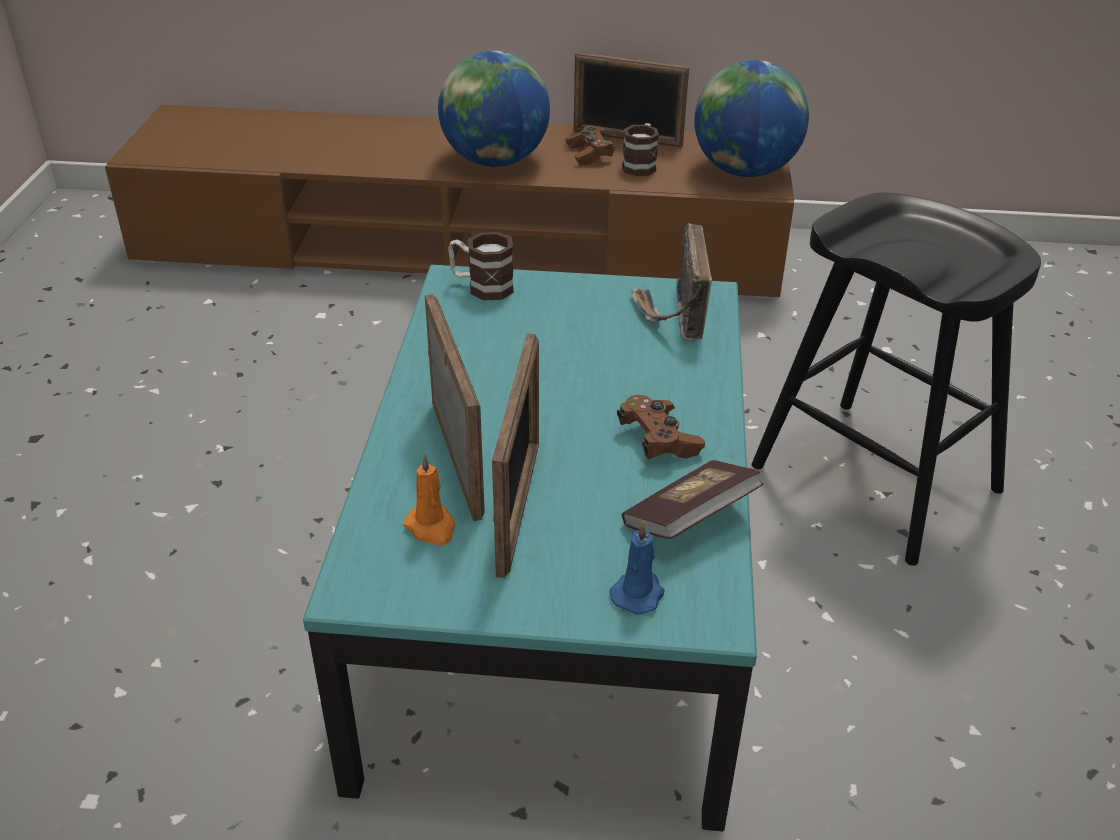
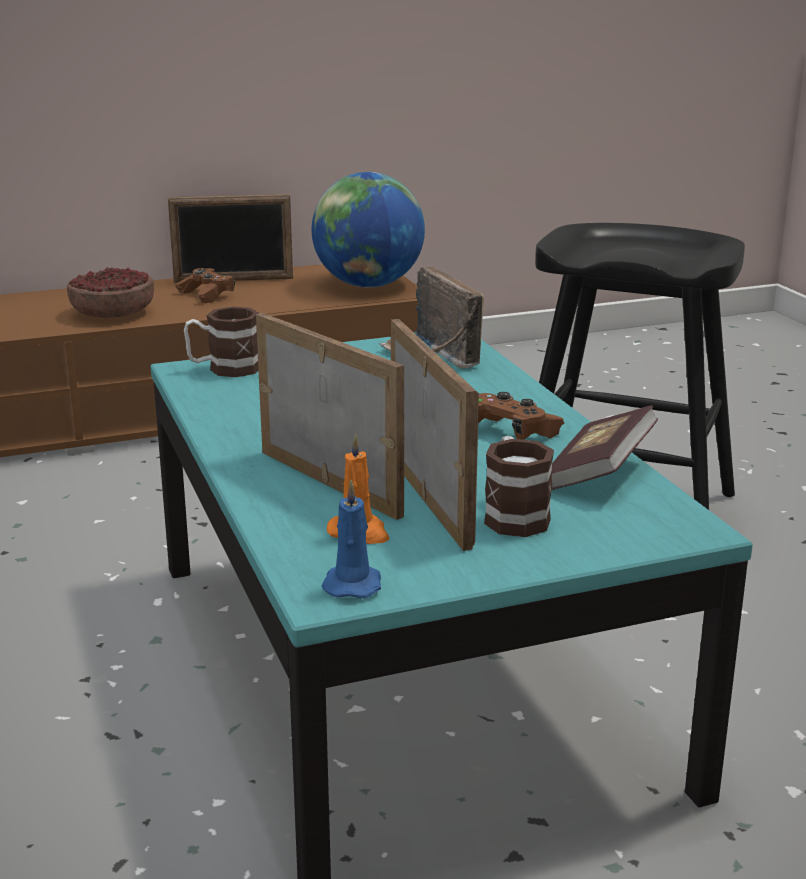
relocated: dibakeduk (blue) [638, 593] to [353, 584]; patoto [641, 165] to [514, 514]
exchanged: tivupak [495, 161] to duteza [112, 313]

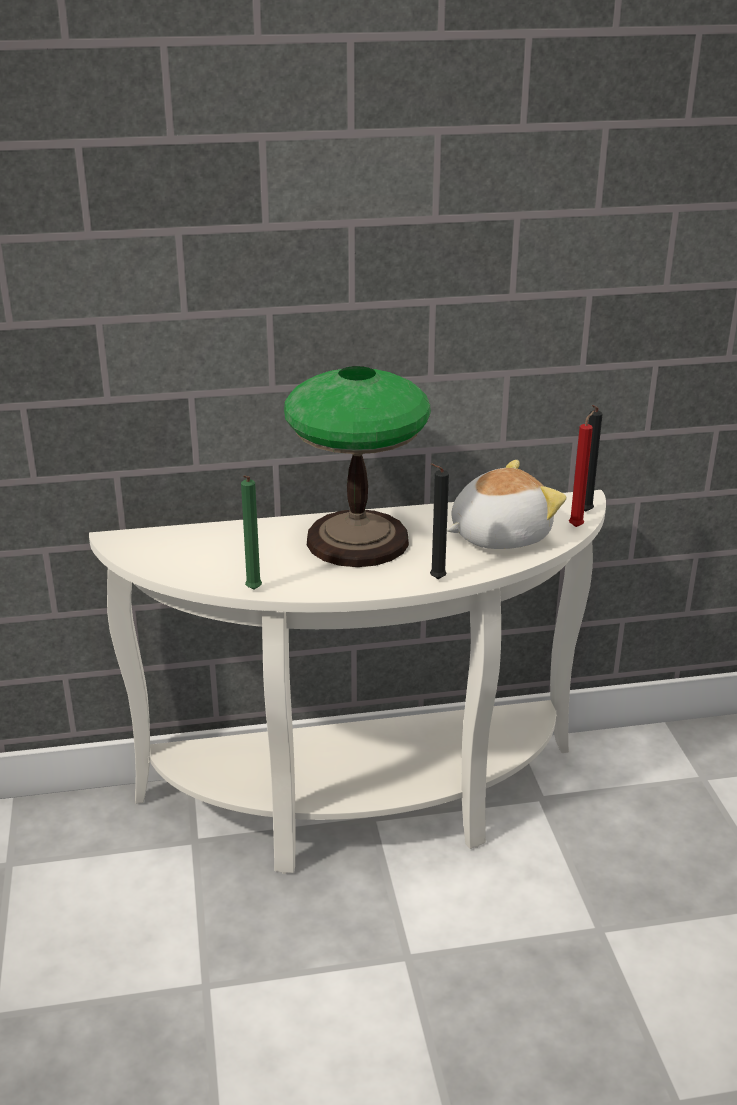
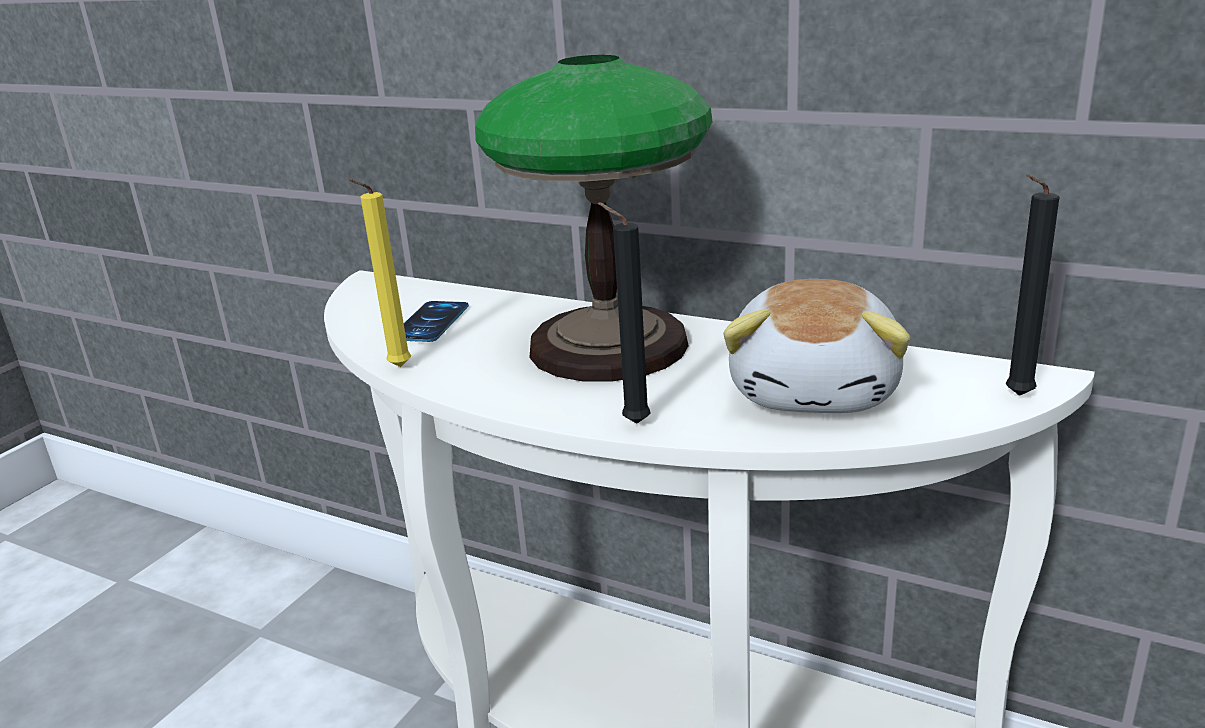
missing: dibakeduk (red) [577, 526]
appeared: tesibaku [431, 322]
colour: dibakeduk (green) [253, 591] to dibakeduk (yellow) [396, 368]
spun: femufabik [498, 535] = [817, 390] 90 degrees clockwise

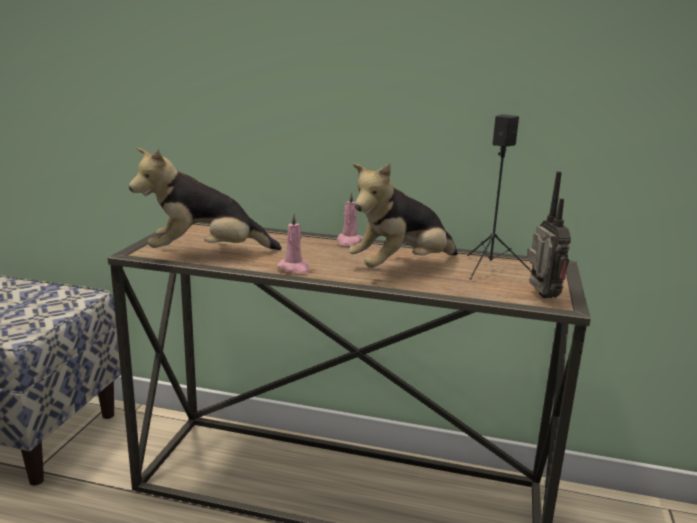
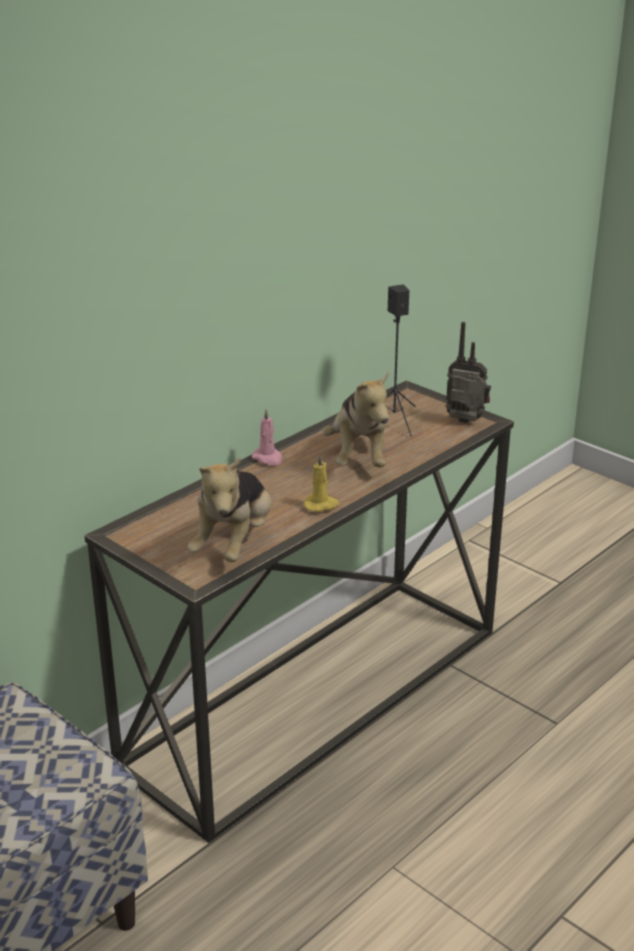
colour: dibakeduk (pink) [294, 268] to dibakeduk (yellow) [321, 505]

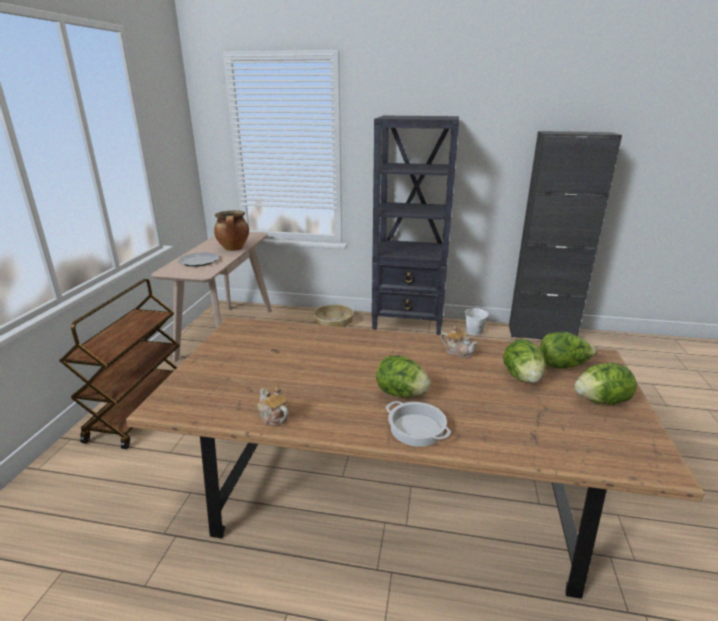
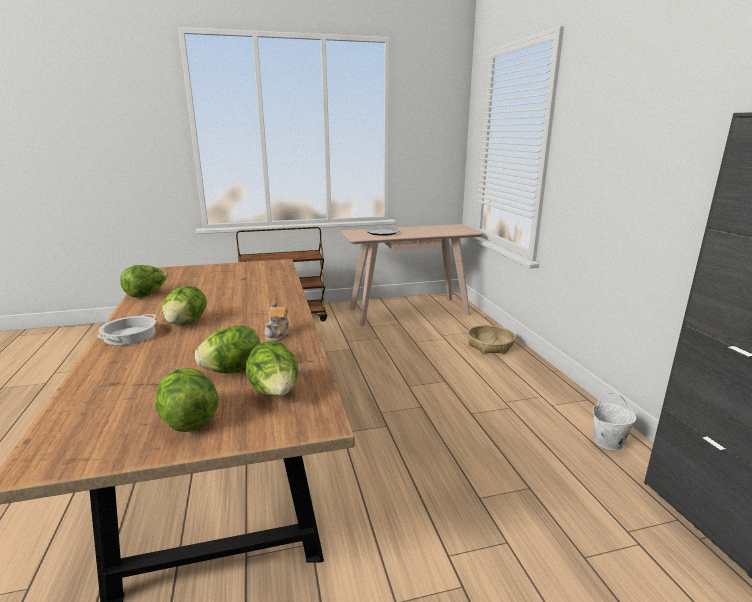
missing: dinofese [234, 249]; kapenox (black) [408, 327]
exchanged: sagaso [273, 417] to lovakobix [147, 294]

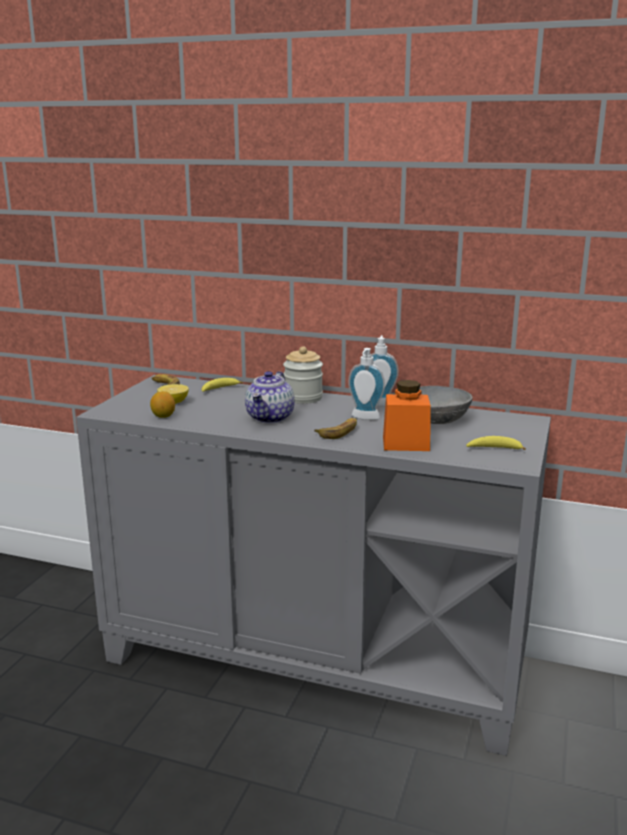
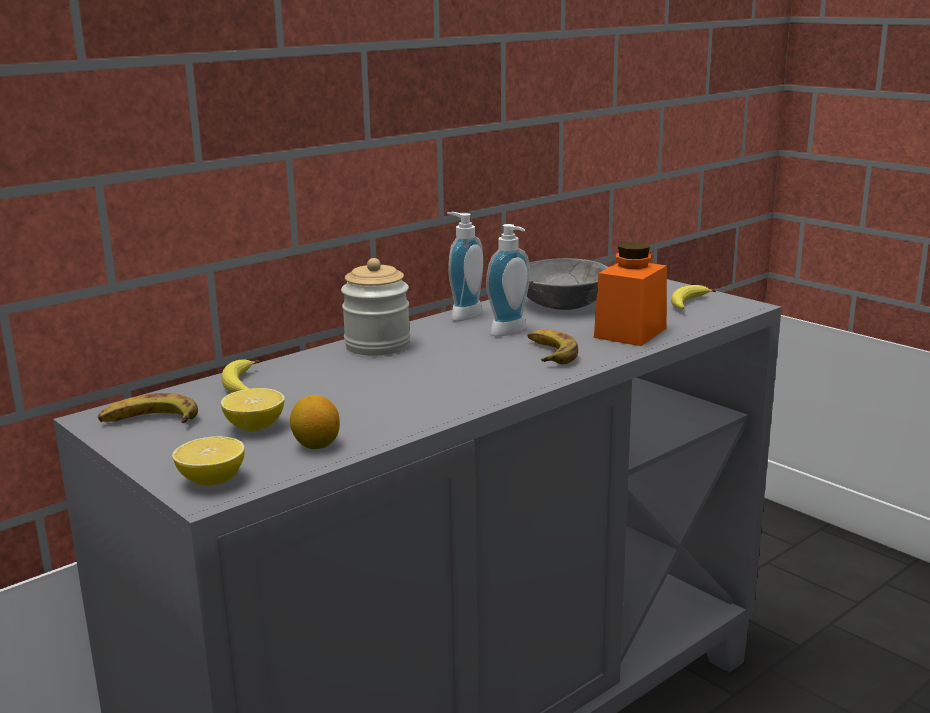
missing: sagaso [270, 418]
appeared: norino [212, 480]

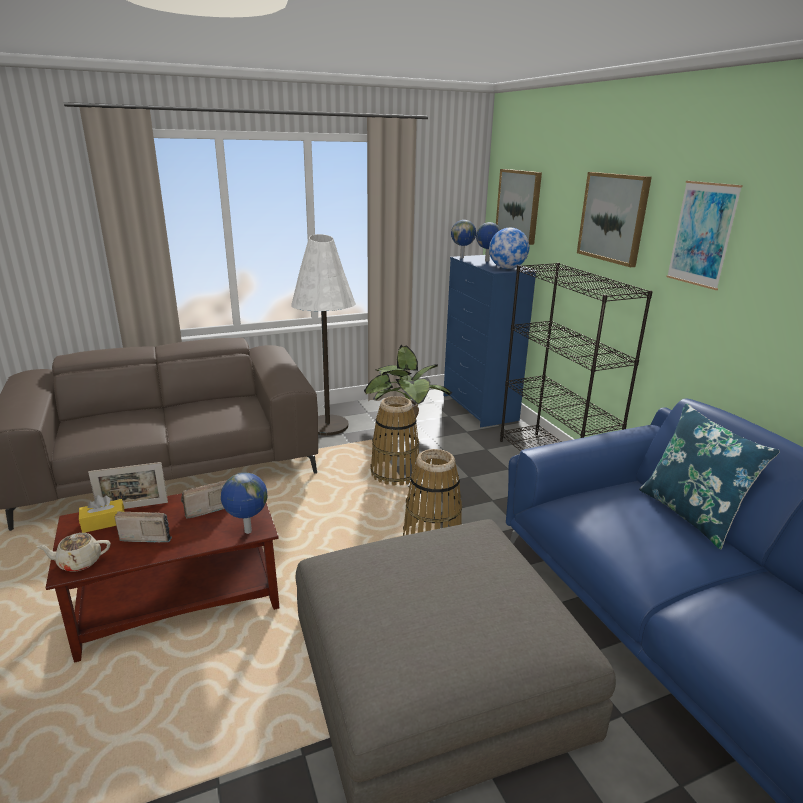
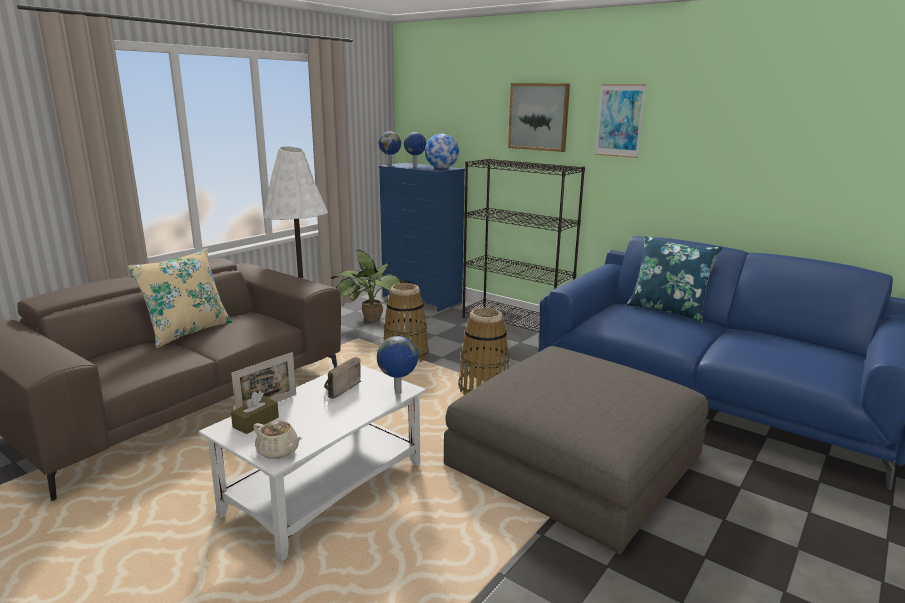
missing: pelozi [147, 536]; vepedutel [518, 205]
appeared: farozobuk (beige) [187, 331]
colour: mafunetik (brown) [181, 600] to mafunetik (white) [326, 488]; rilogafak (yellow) [104, 522] to rilogafak (brown) [256, 422]
spun: sagaso (beige) [79, 562] = [278, 451] 105 degrees counterclockwise

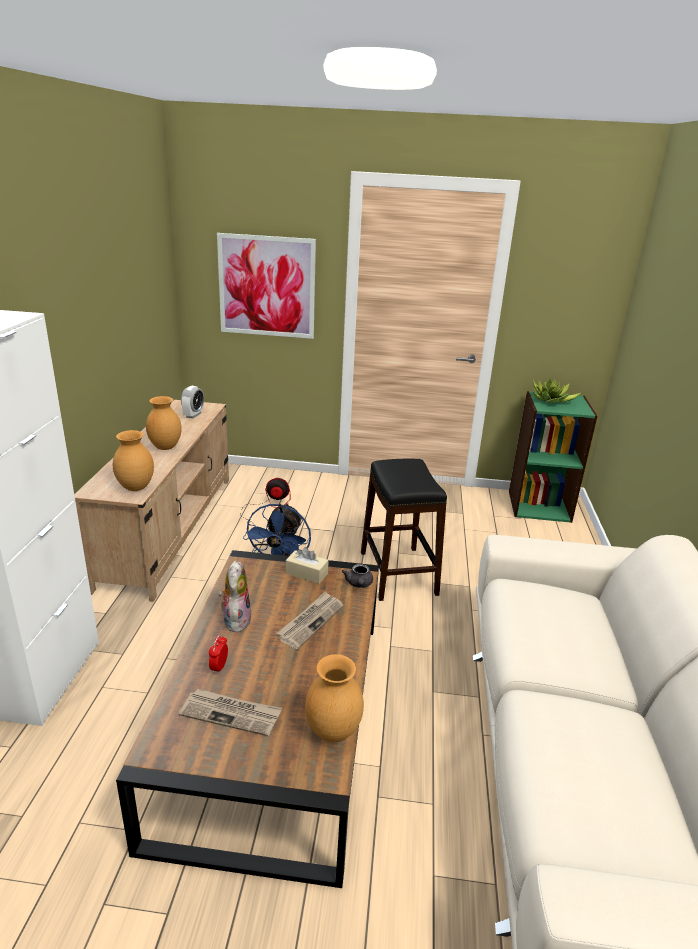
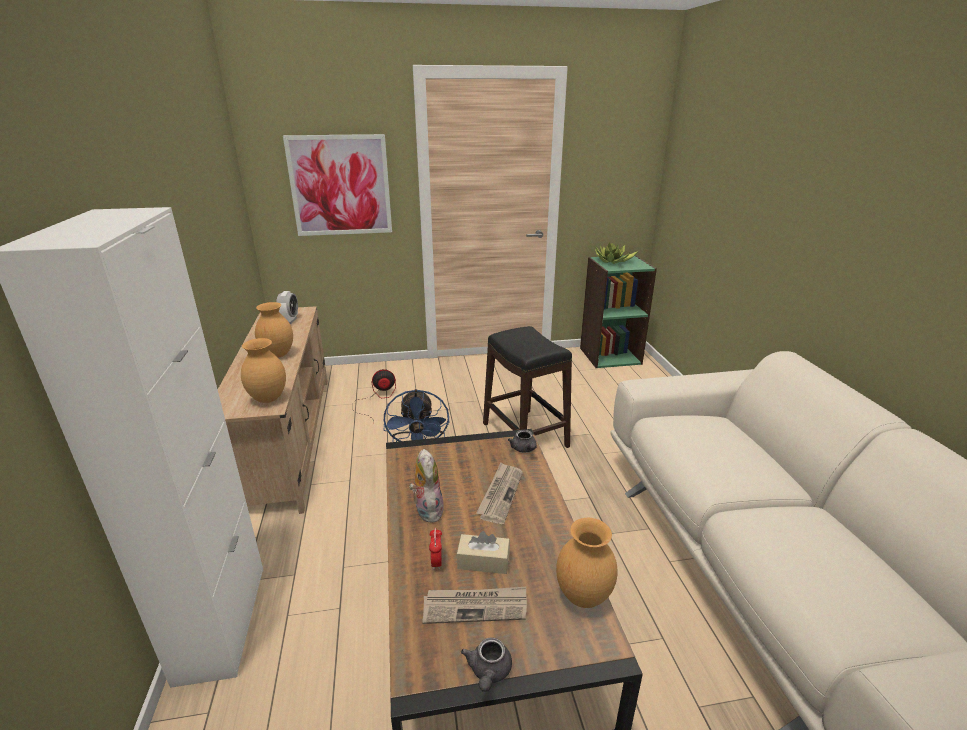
appeared: sagaso (grey) [488, 672]
relocated: rilogafak (beige) [306, 573] to [483, 561]

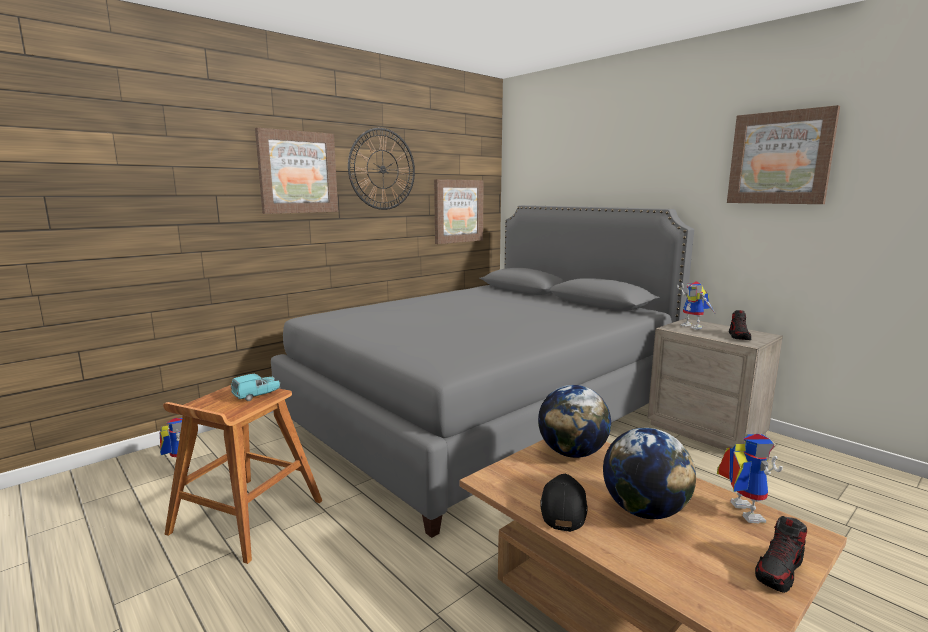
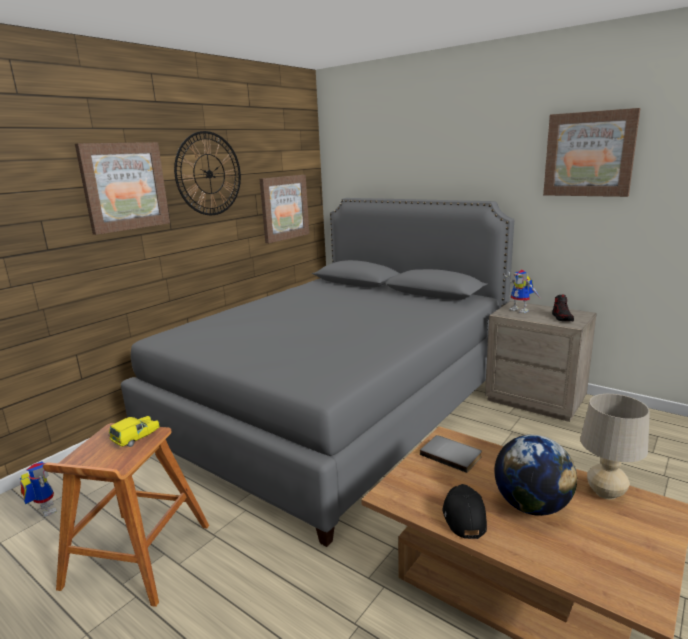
missing: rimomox [779, 571]
exchanged: tivupak [572, 453] to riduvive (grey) [451, 454]; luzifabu [739, 510] to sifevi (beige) [606, 493]
colour: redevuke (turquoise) [256, 395] to redevuke (yellow) [136, 438]

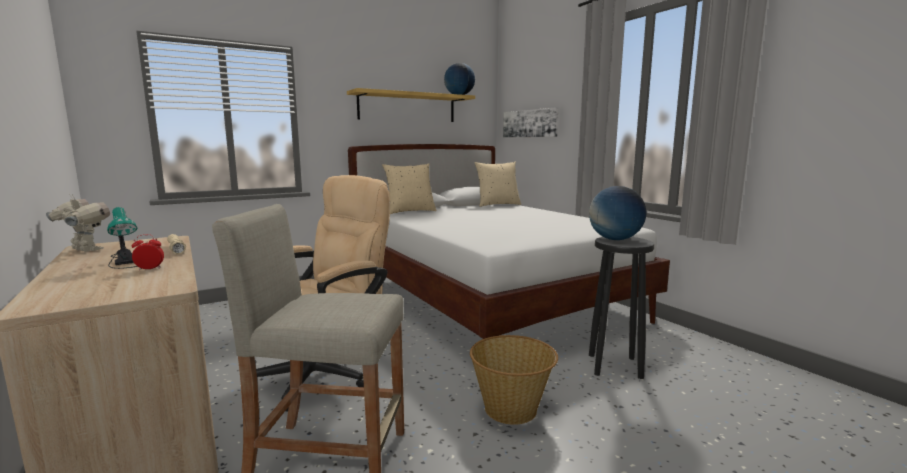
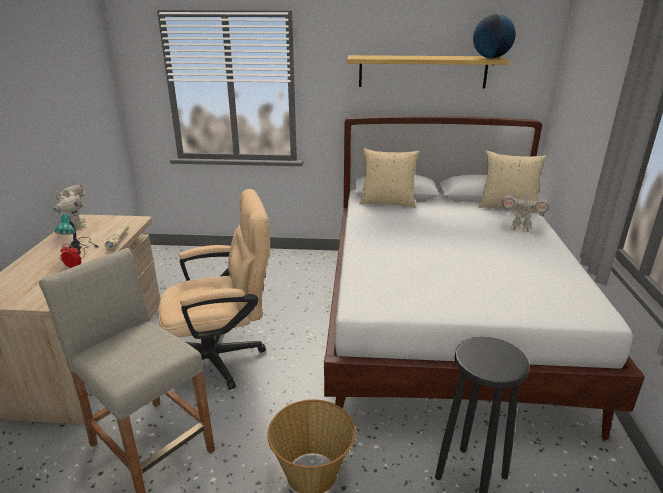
missing: vepedutel [530, 123]; tivupak [615, 239]
appeared: luzifabu [520, 229]

